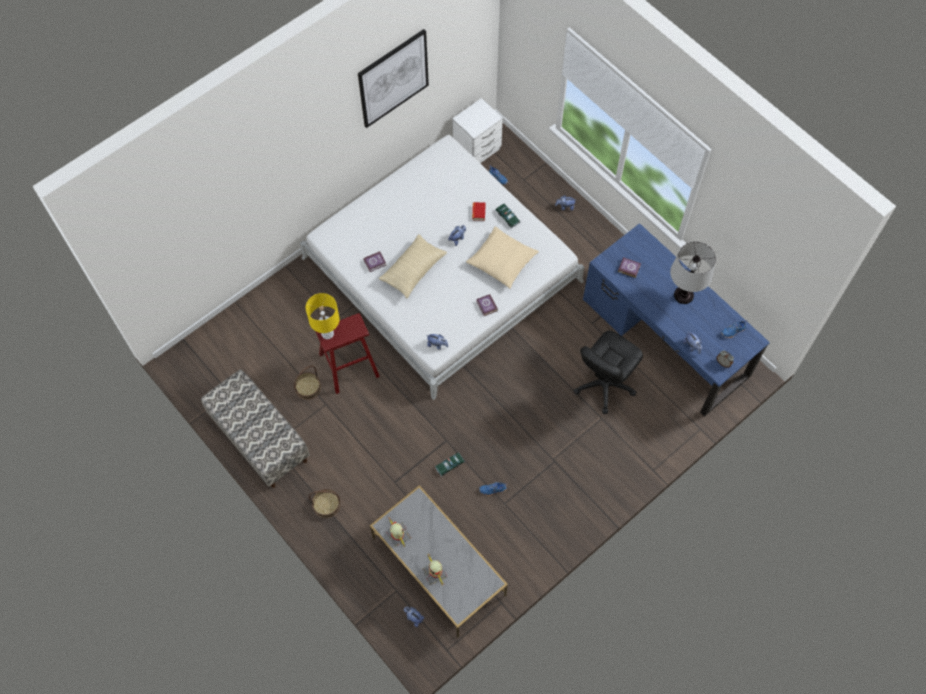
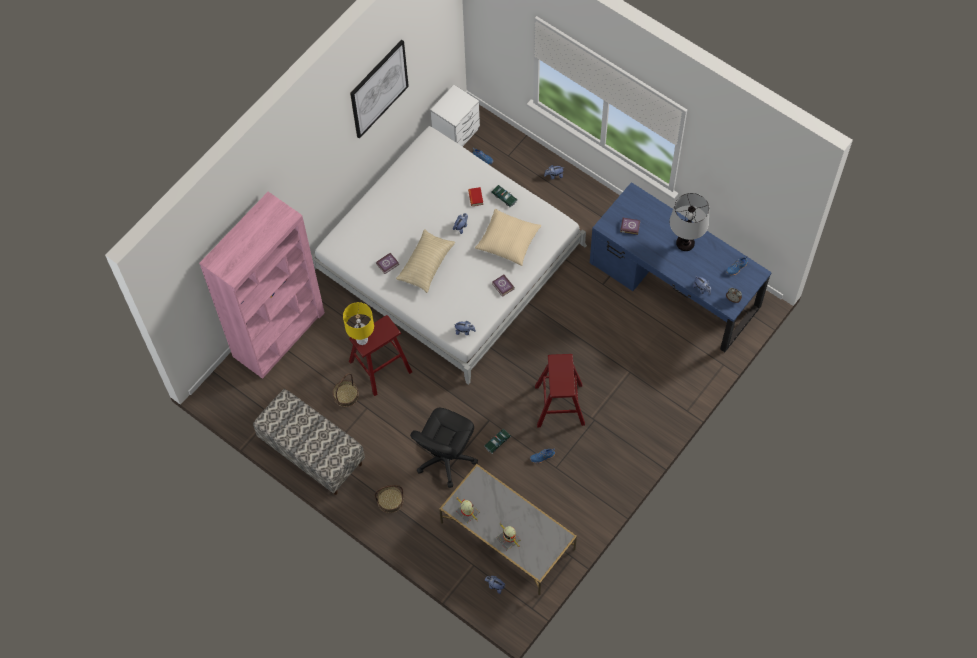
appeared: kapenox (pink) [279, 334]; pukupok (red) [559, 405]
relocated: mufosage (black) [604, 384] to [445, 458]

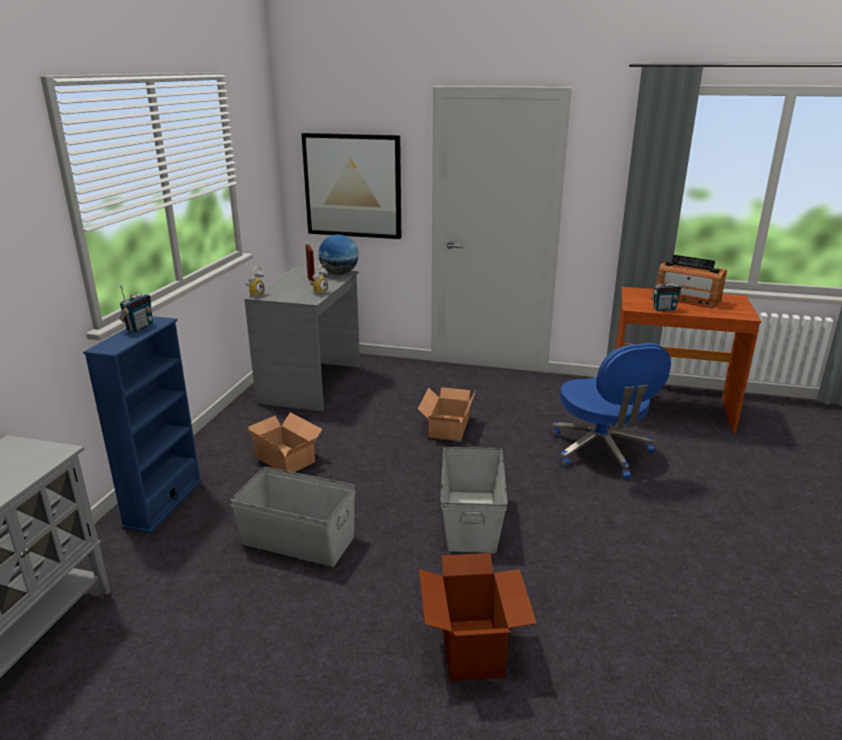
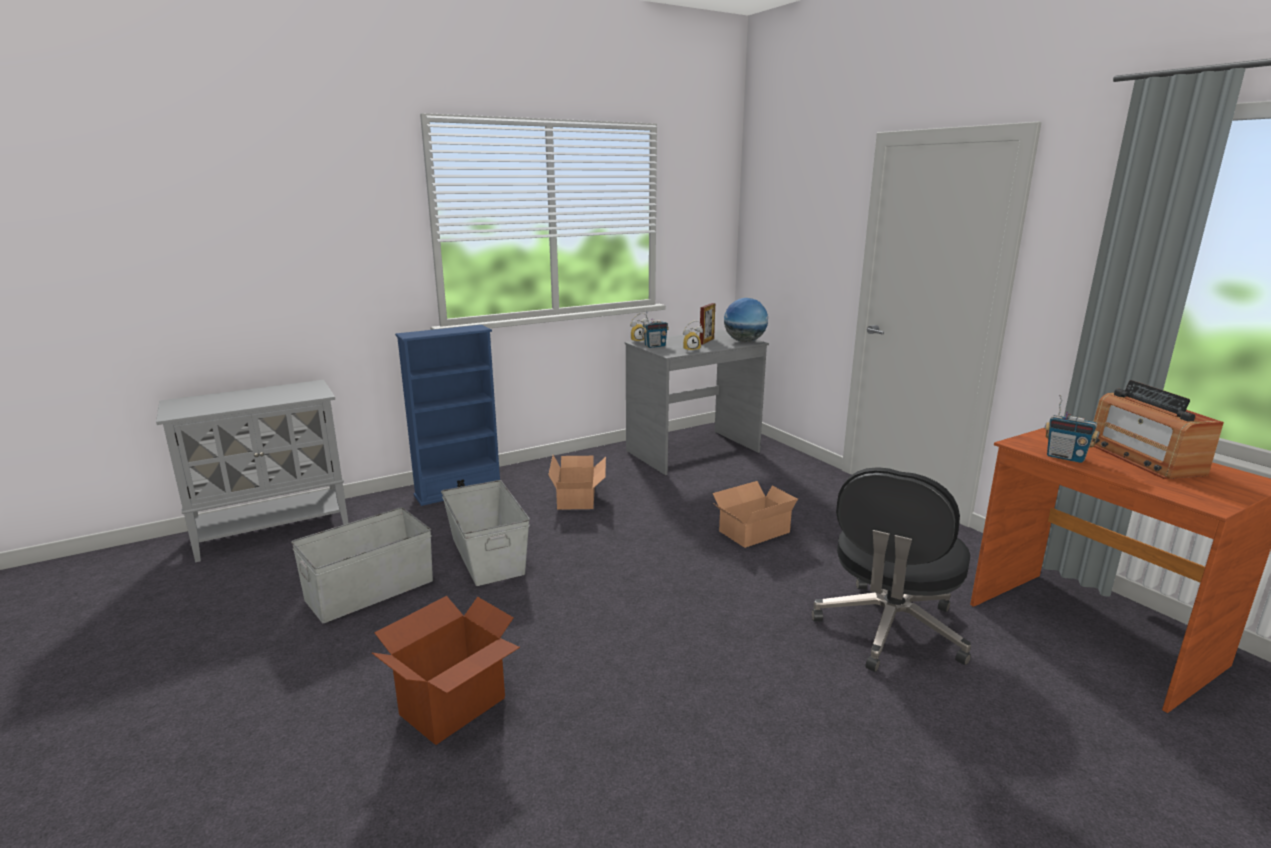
missing: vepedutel [353, 186]
relocated: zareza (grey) [472, 519] to [371, 590]; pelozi [139, 328] to [655, 346]
colour: mufosage (blue) [601, 452] to mufosage (black) [889, 630]

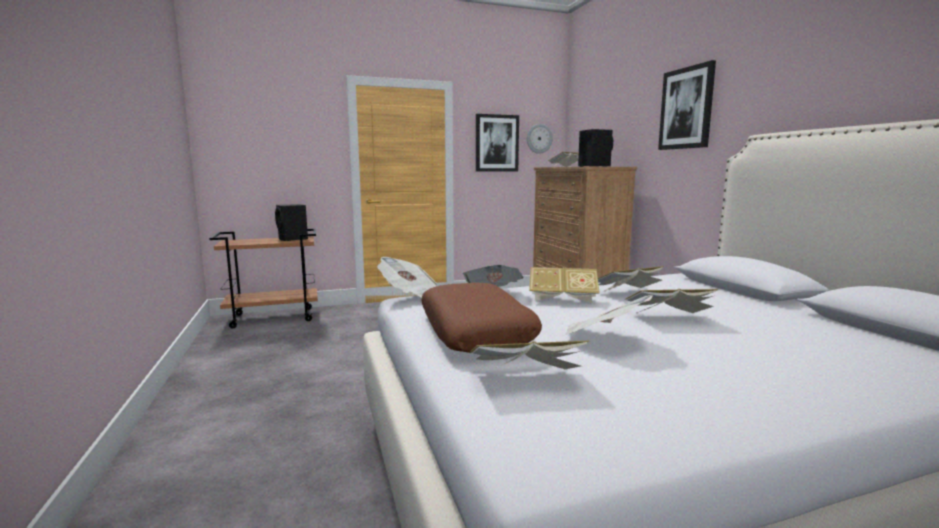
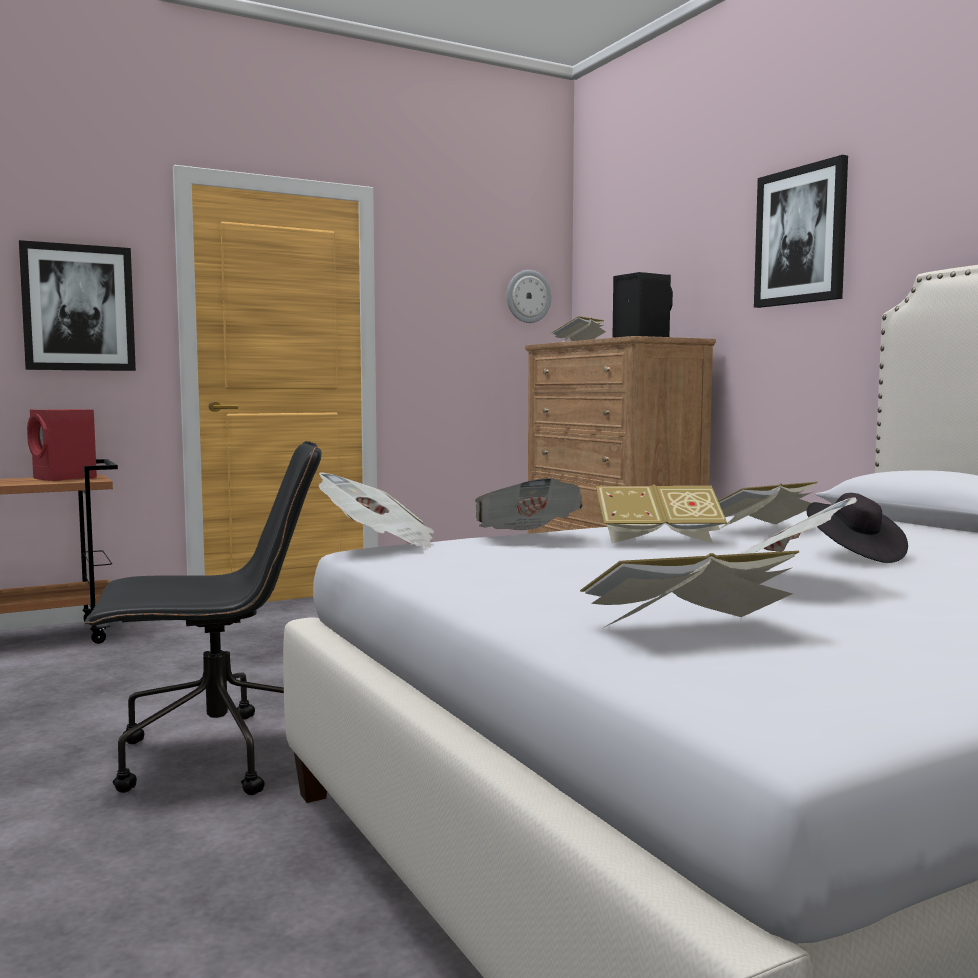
missing: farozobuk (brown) [476, 331]
appeared: mufosage (black) [215, 756]
relocated: vepedutel [496, 143] to [78, 308]
exchanged: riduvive [669, 317] to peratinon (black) [854, 554]
colour: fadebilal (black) [293, 239] to fadebilal (red) [65, 478]

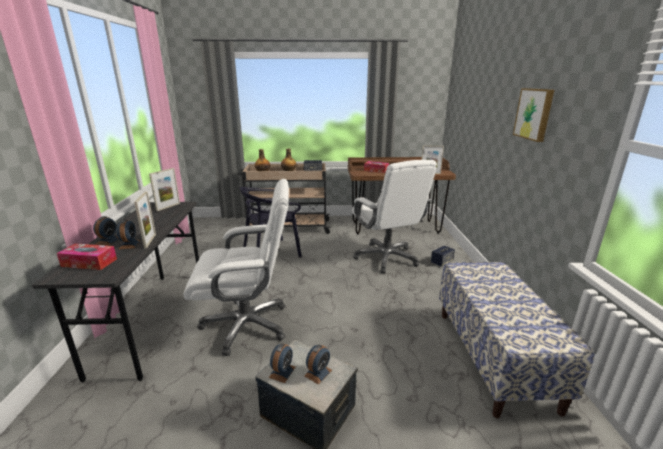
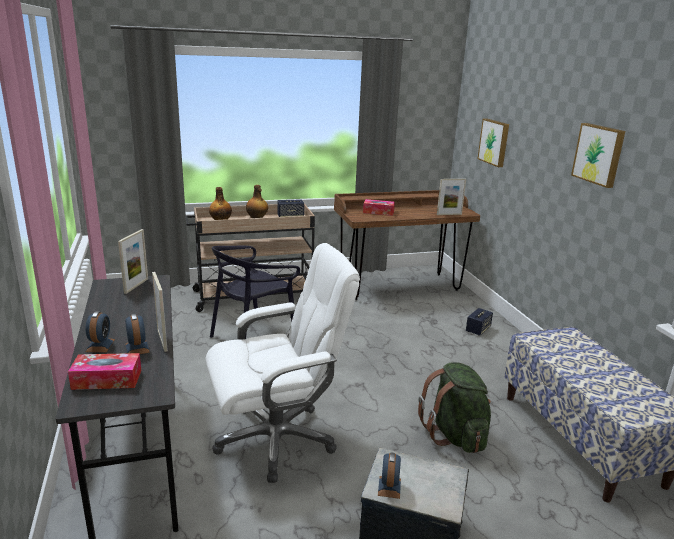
missing: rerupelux [318, 373]; mufosage (white) [386, 258]
appeared: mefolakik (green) [455, 435]; vepedutel [494, 142]

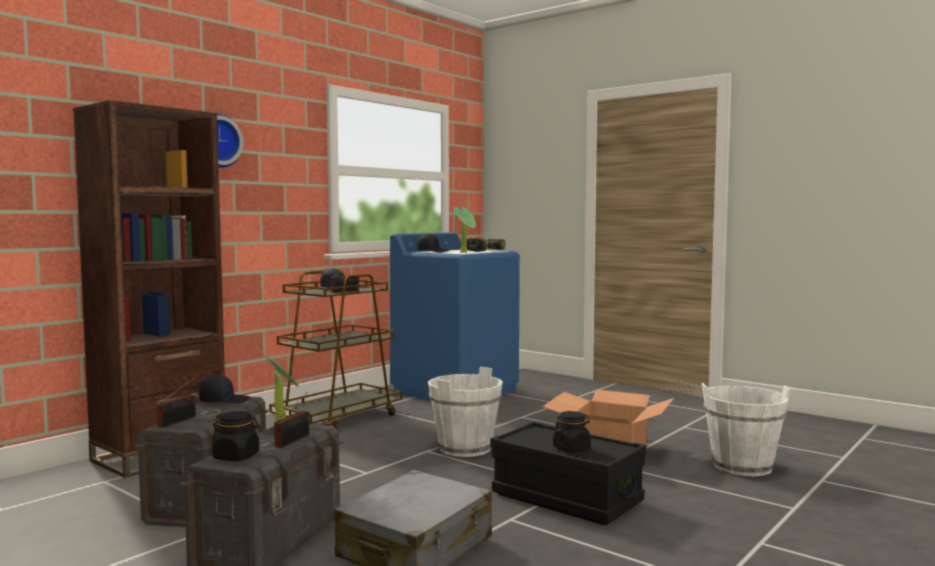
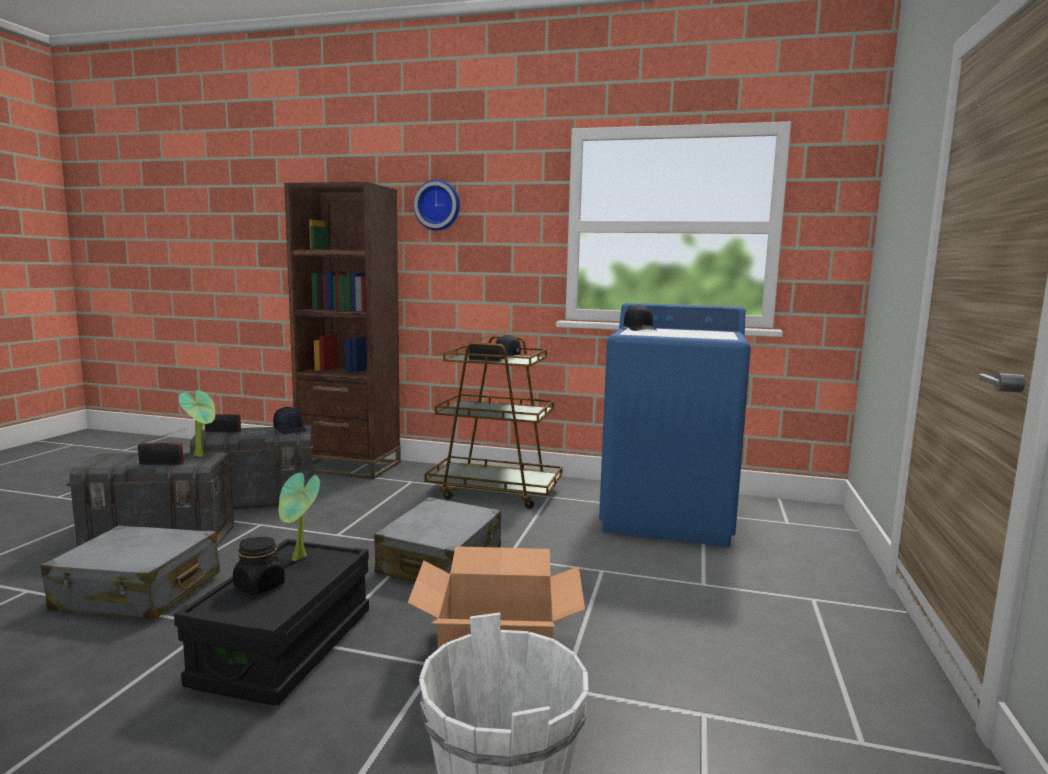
missing: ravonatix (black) [236, 457]; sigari [485, 251]
relocated: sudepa [465, 252] to [299, 559]
exchanged: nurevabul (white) [465, 448] to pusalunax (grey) [441, 561]

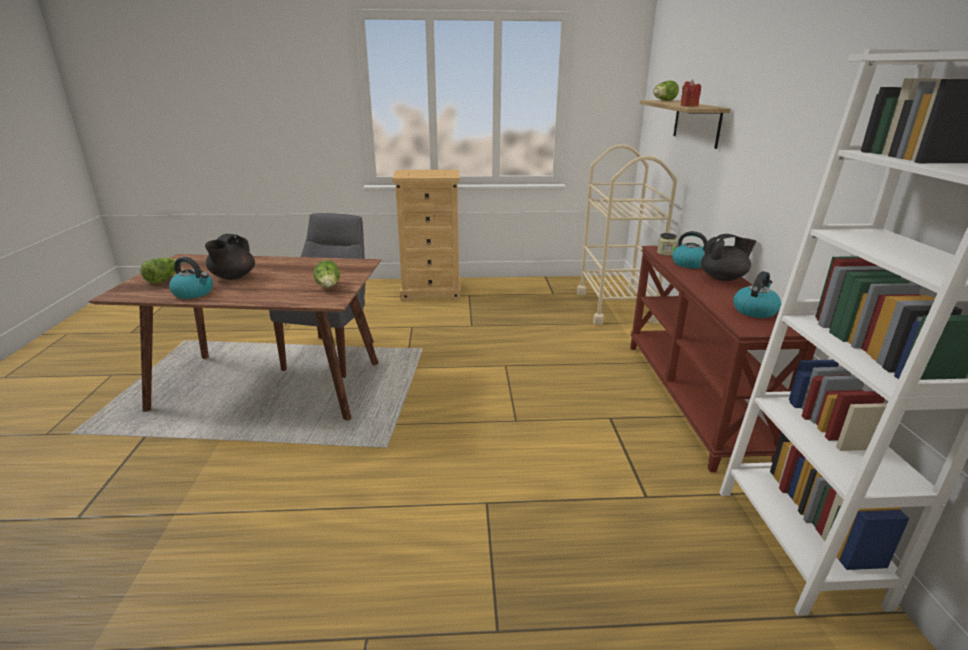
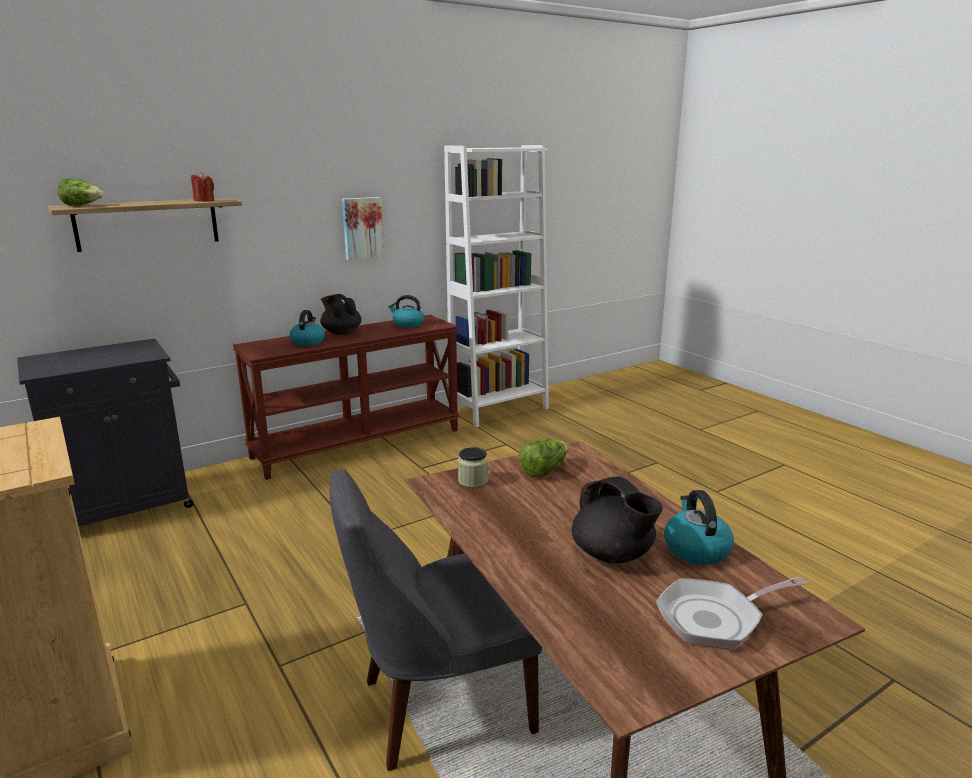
appeared: vepedutel [362, 228]
relocated: ravonatix [665, 253] to [472, 481]
exchanged: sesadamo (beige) [615, 307] to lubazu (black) [127, 507]; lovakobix [163, 279] to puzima [715, 618]
spun: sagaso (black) [232, 277] = [613, 555] 75 degrees clockwise

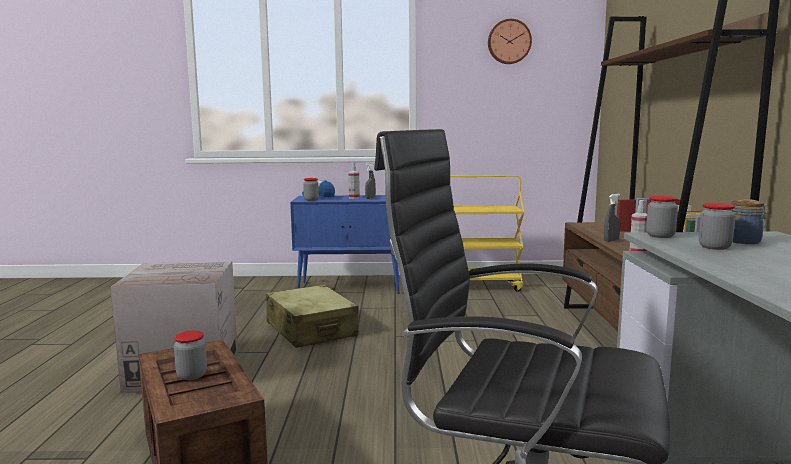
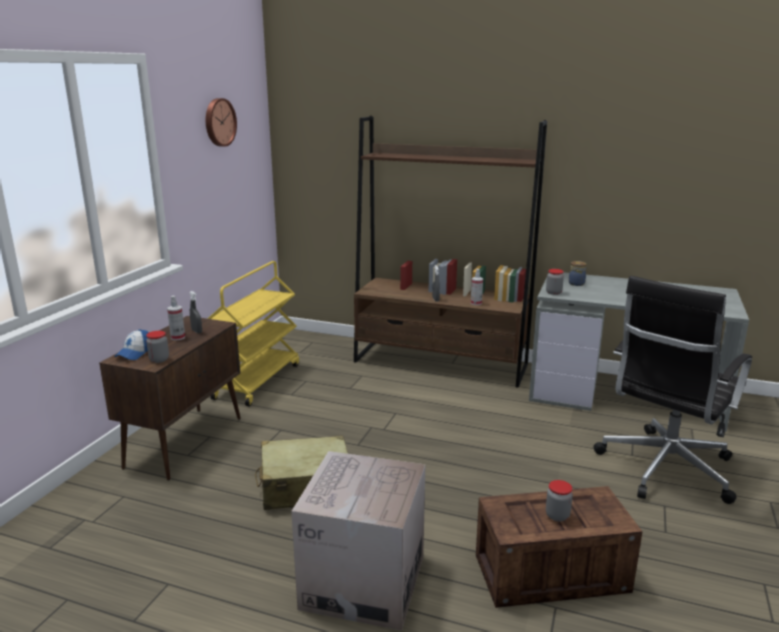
missing: ravonatix [714, 247]
colour: lubazu (blue) [350, 288] to lubazu (brown) [185, 441]

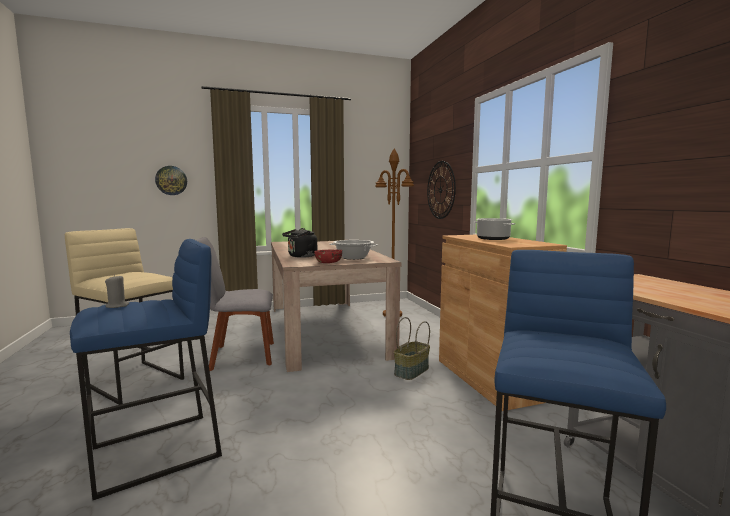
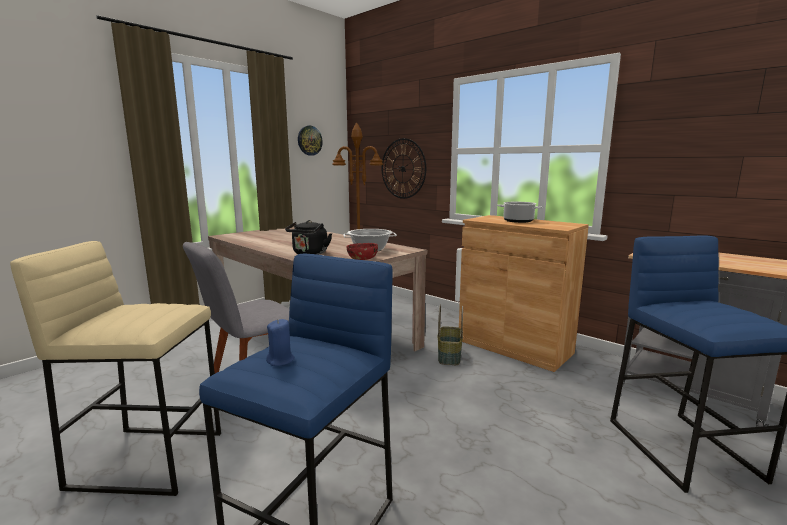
relocated: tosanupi [171, 180] to [309, 140]
colour: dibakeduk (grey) [117, 306] to dibakeduk (blue) [281, 360]

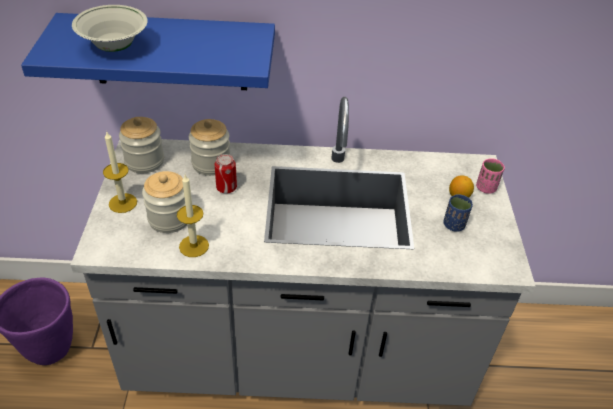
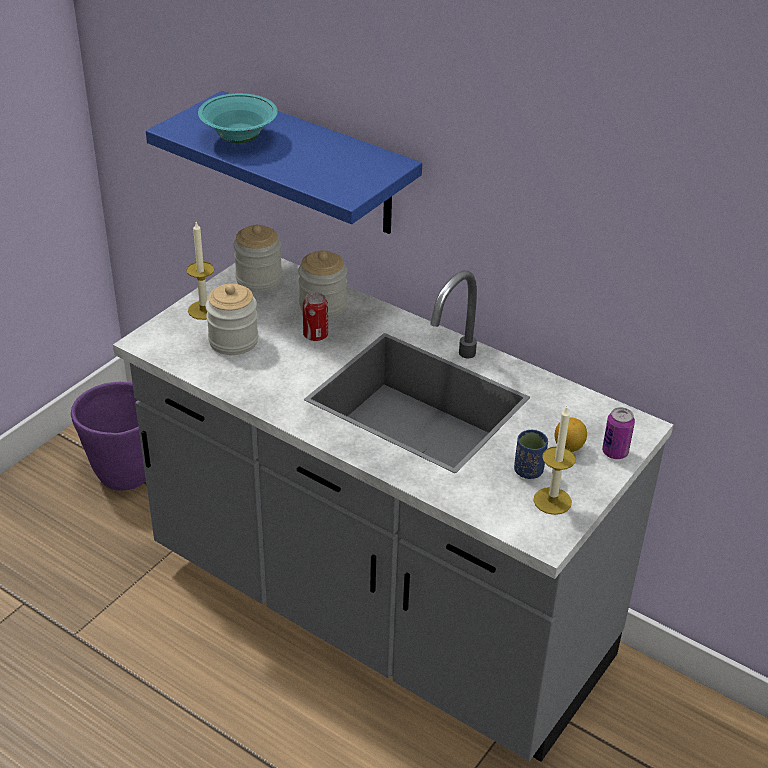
relocated: dibakeduk [194, 246] to [552, 501]
exchanged: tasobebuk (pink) [486, 188] to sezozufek [615, 452]
colour: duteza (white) [114, 47] to duteza (turquoise) [239, 139]

